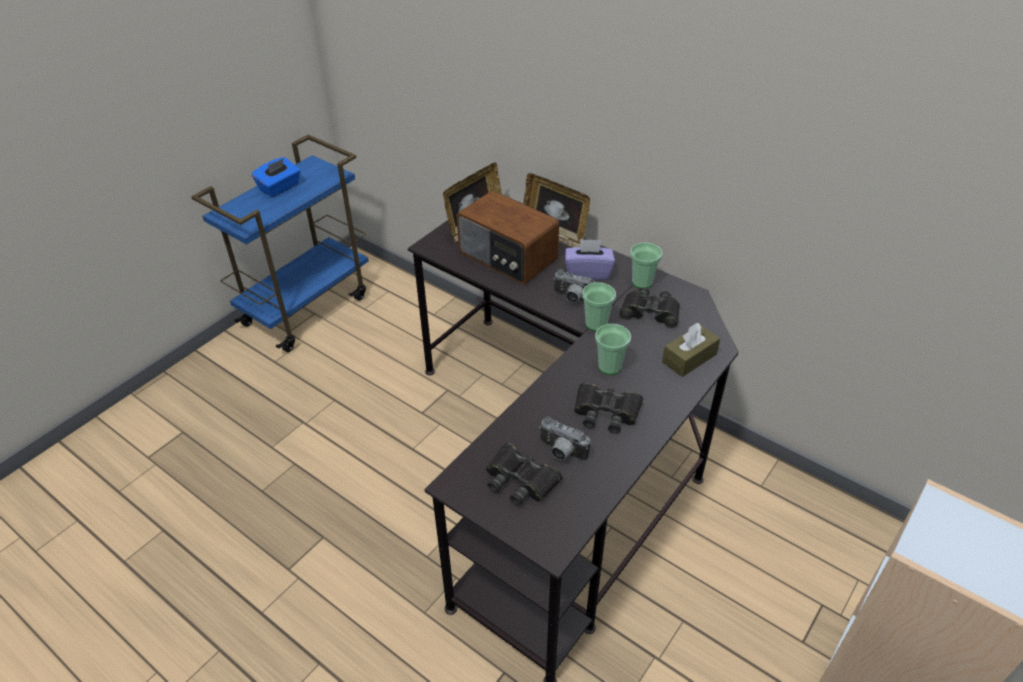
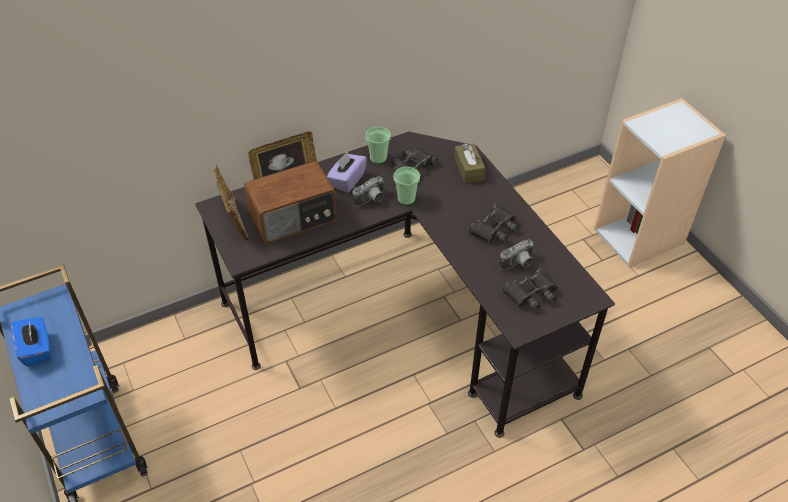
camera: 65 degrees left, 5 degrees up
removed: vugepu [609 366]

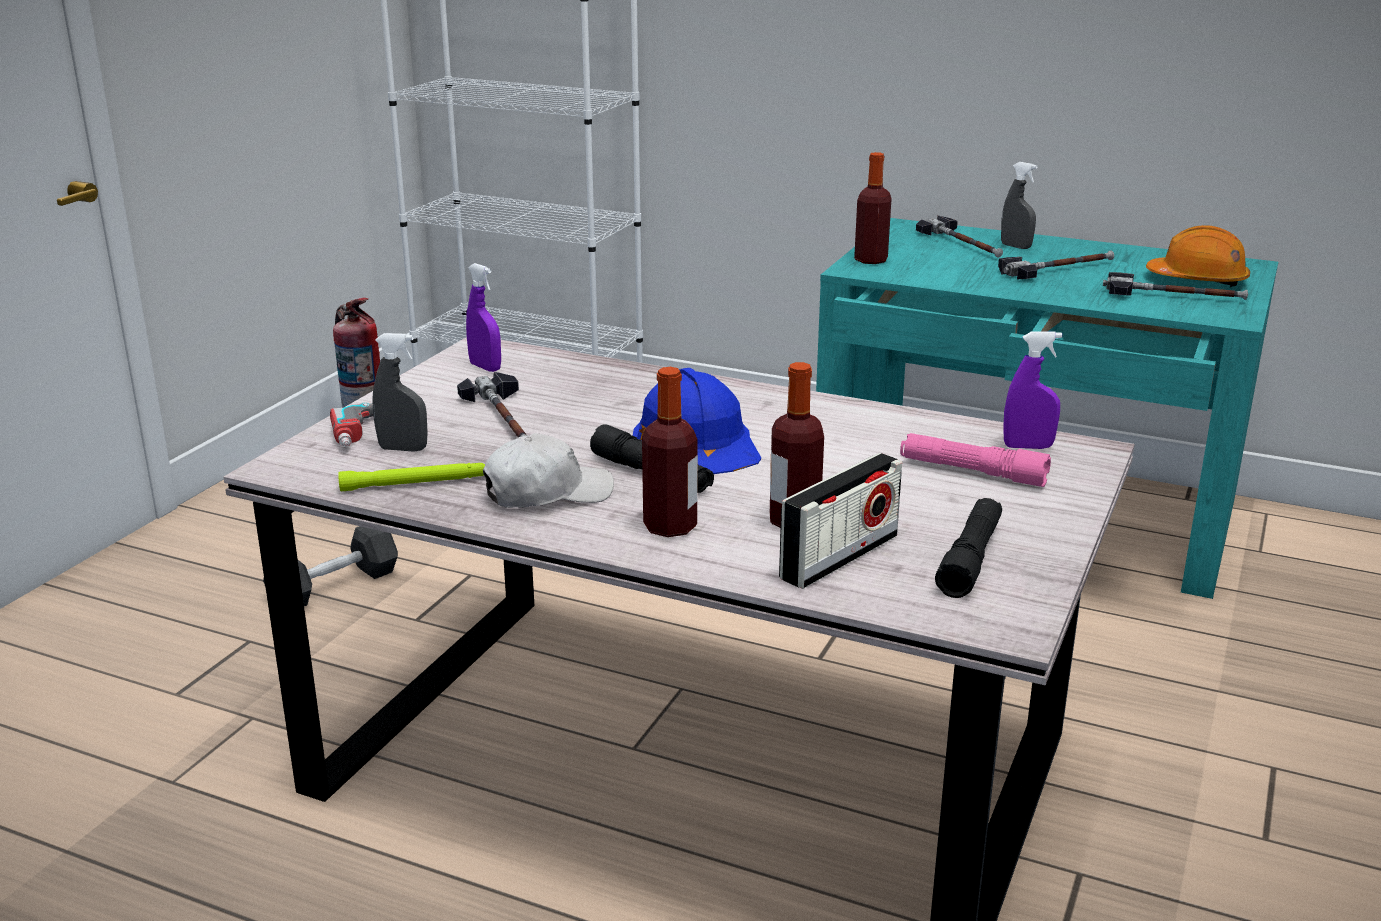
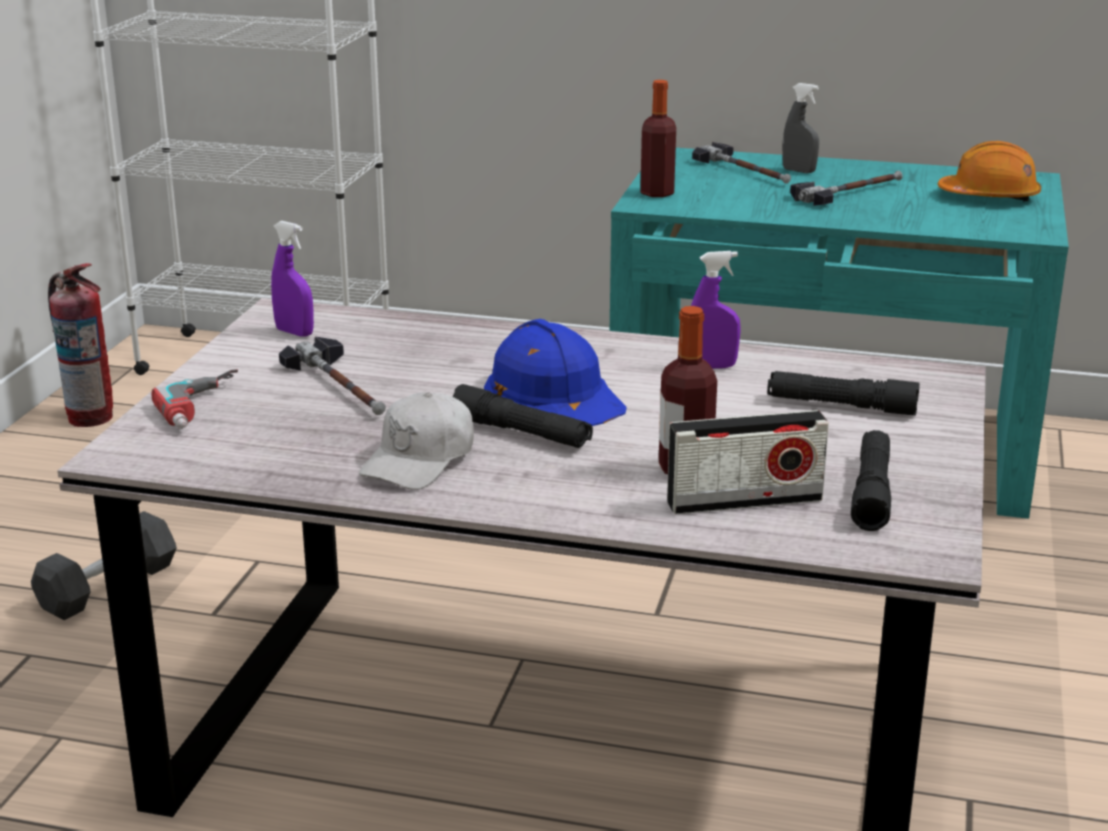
camera: 10 degrees left, 0 degrees up
removed: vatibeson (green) [415 483]; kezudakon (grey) [403 449]; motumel [670 527]; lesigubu [1173 296]
moved: kezudakon (purple) [1028 446] to [711 367]
recoloured: vatibeson (pink) [972 472] to vatibeson (black) [841 406]
turned: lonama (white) [547 493] = [420 460] 150 degrees clockwise; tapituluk [839 557] = [744 501] 45 degrees clockwise

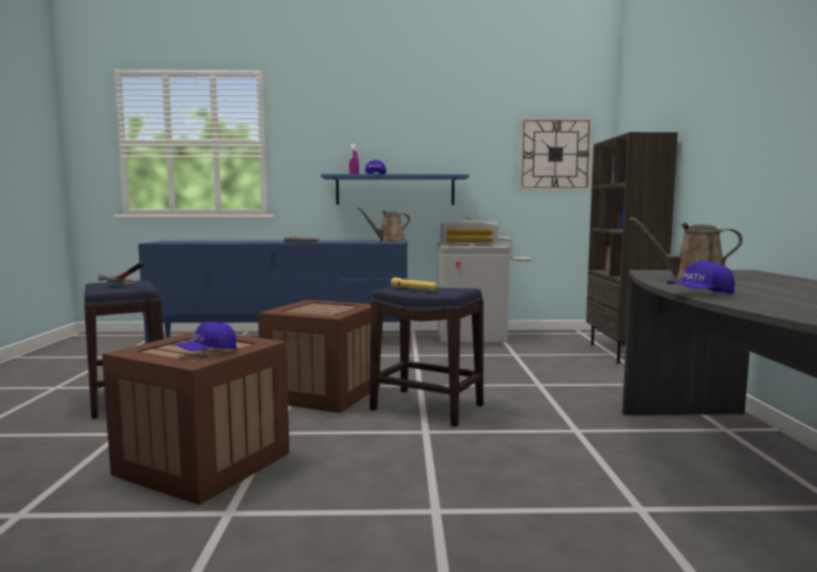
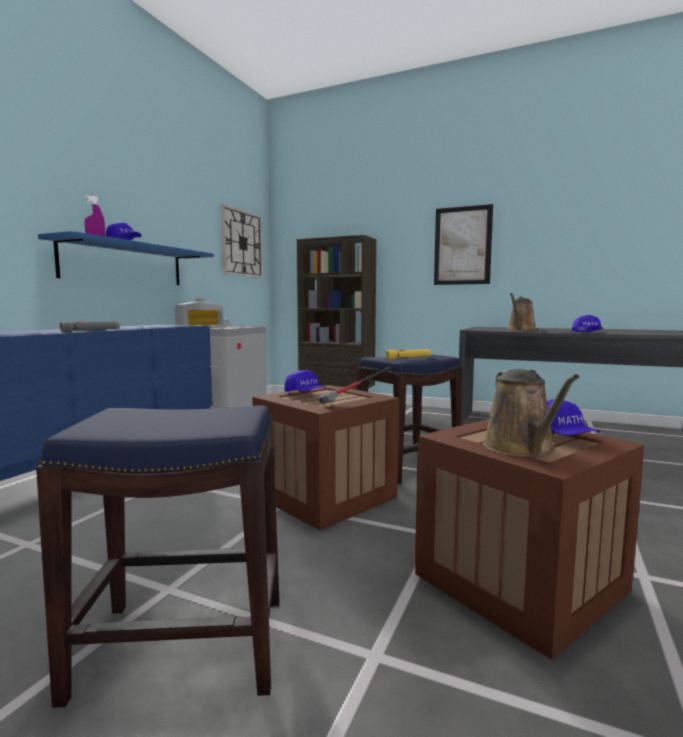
camera: 65 degrees left, 0 degrees up
added: lonama (blue) [305 394]; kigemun [462 246]
moved: lesigubu [124 287] to [352 403]; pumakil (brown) [389 241] to [522 449]

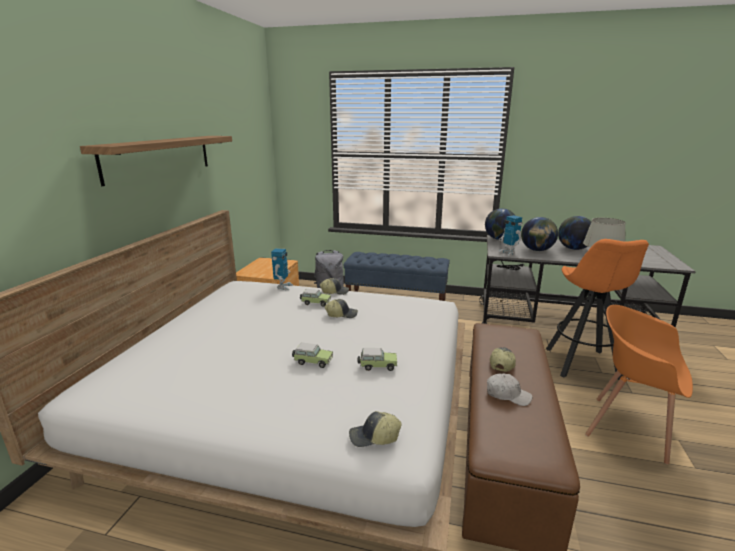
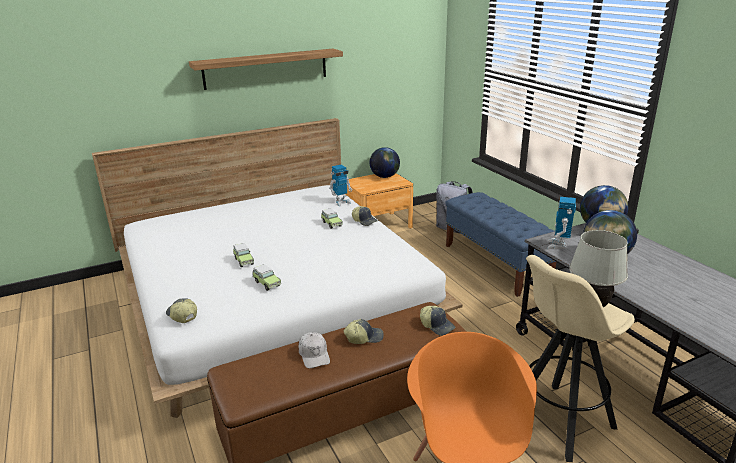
camera: 50 degrees right, 5 degrees up
moved: lonama [342 314] to [437 326]; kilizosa [573 248] to [384 176]
recoloured: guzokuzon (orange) [582 365] to guzokuzon (beige) [558 422]

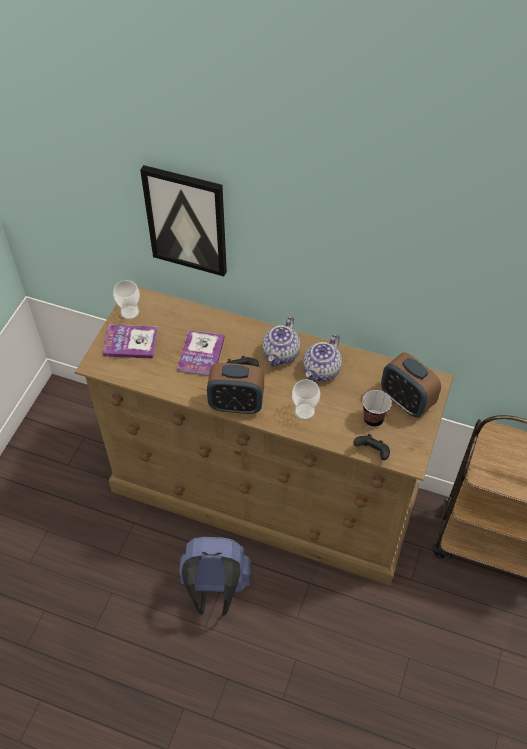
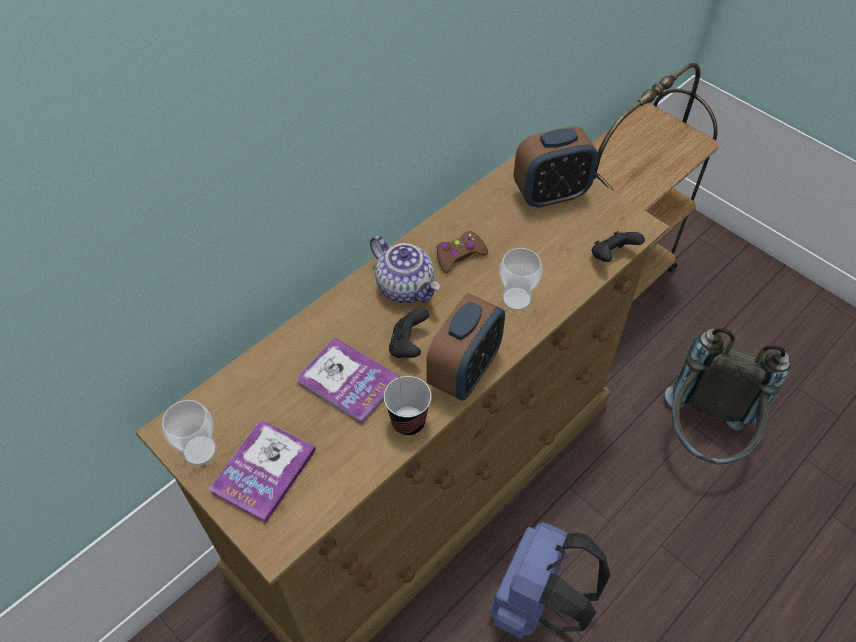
camera: 65 degrees left, 0 degrees up
removed: kigemun [187 220]
added: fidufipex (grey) [703 438]
moved: vugepu [373 419] to [408 422]
replaced: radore [321 371] to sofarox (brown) [459 255]

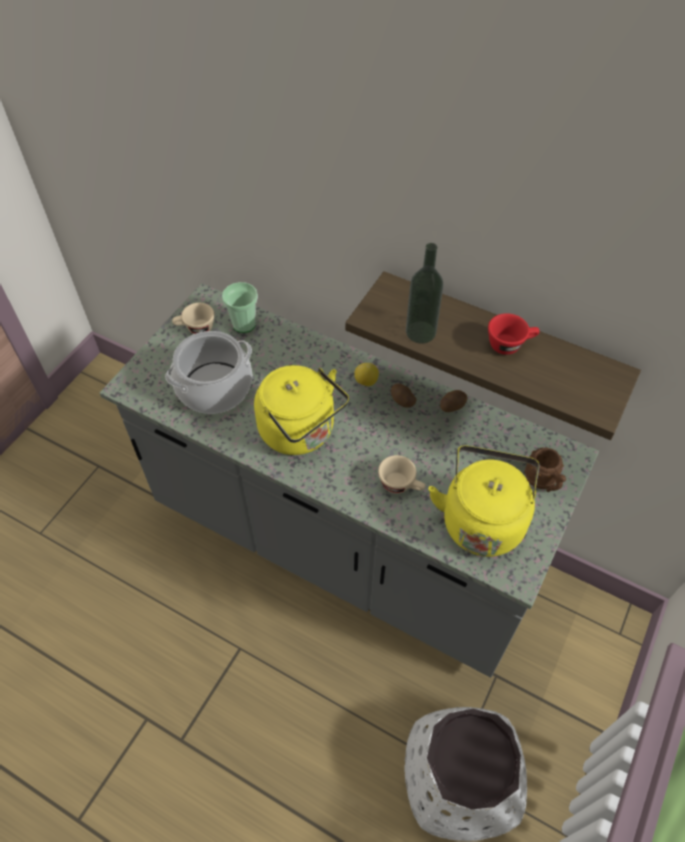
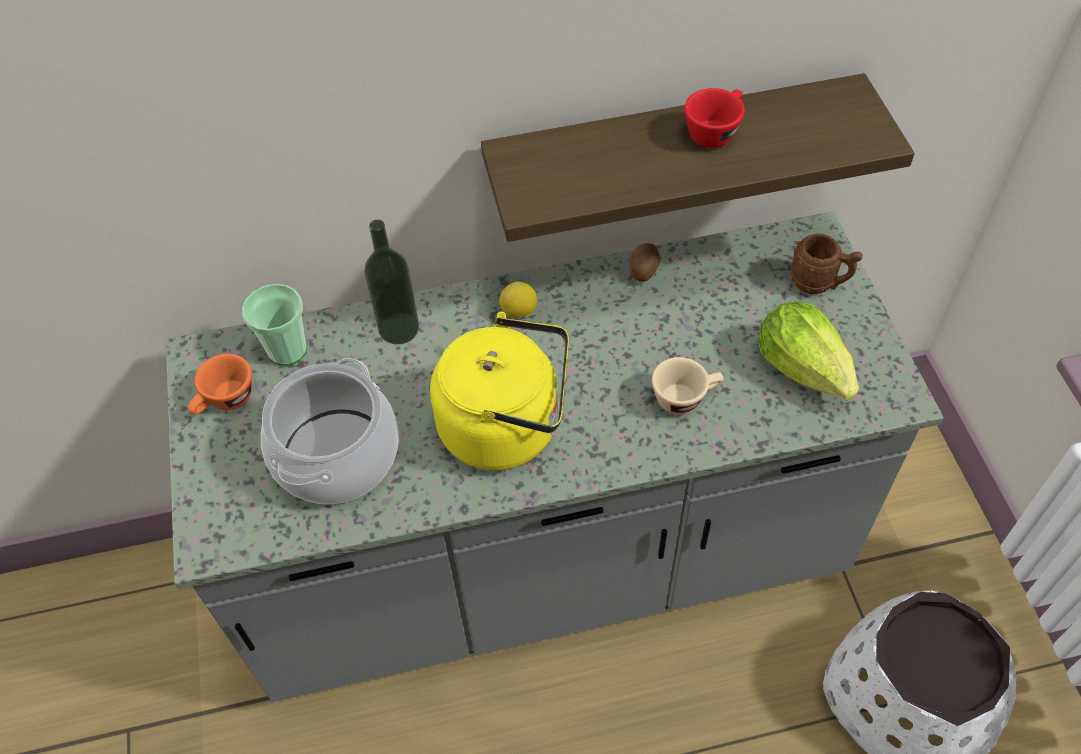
camera: 40 degrees left, 0 degrees up
removed: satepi [402 401]
moved: motumel [420 332] to [399 328]
replaced: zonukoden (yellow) [482 519] to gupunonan [804 367]
recoloured: vugepu (beige) [195 329] to vugepu (orange) [225 401]

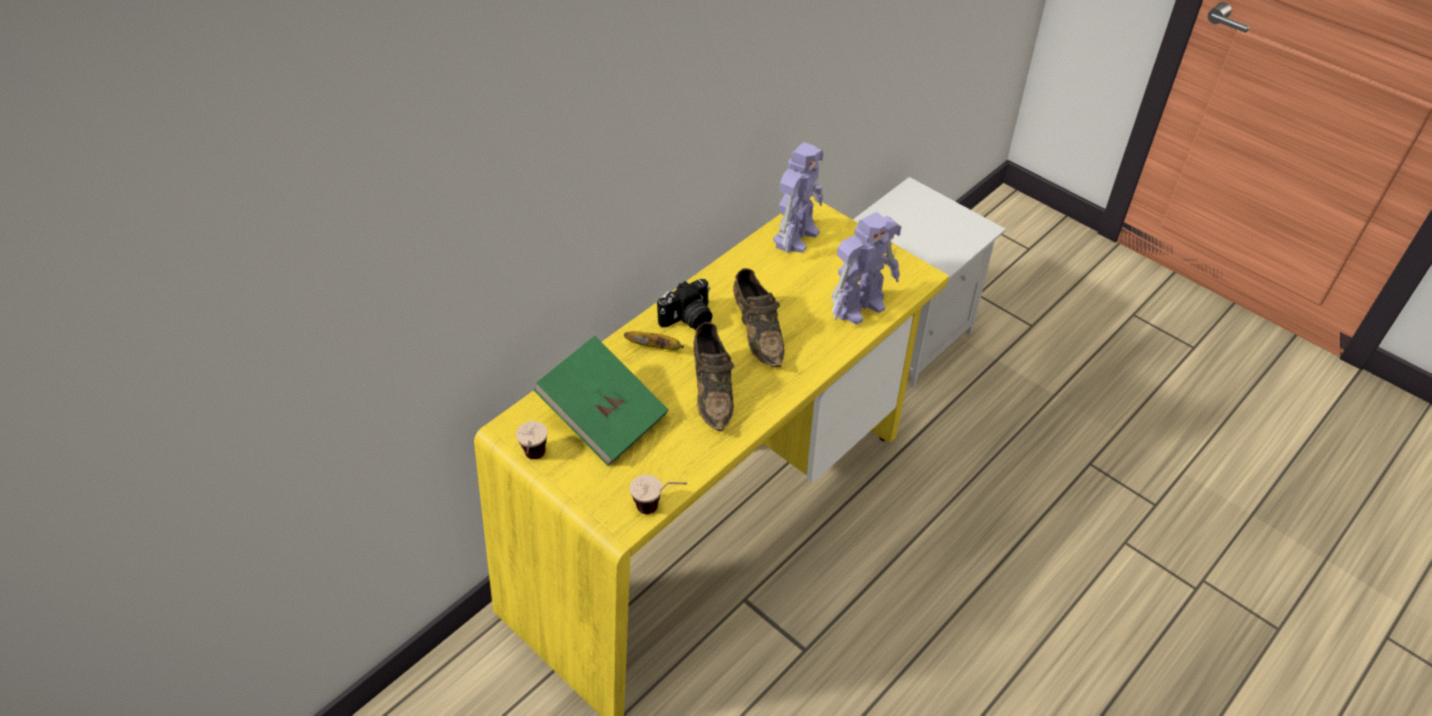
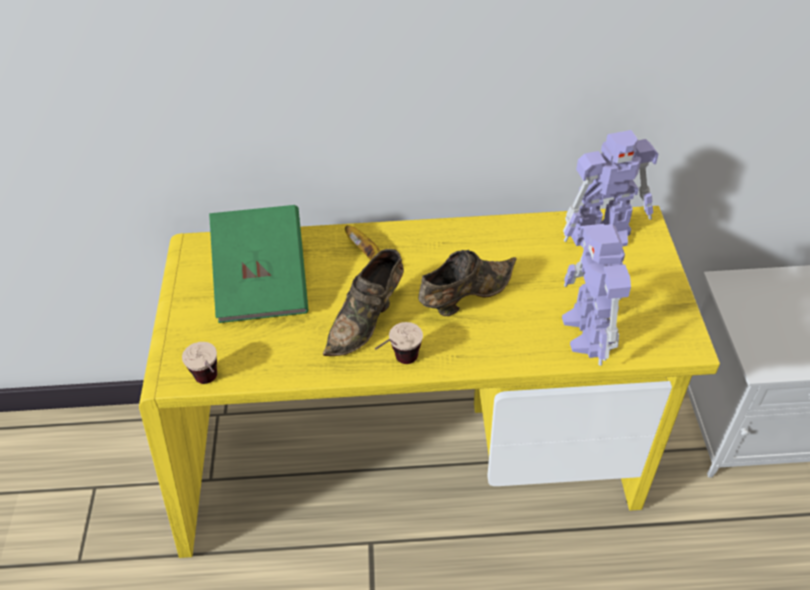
camera: 45 degrees right, 0 degrees up
removed: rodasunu [689 320]
moved: vugepu [534 461] to [398 364]
turned: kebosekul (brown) [758 333] = [464 297] 150 degrees counterclockwise; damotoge [860 306] = [588 334] 75 degrees clockwise

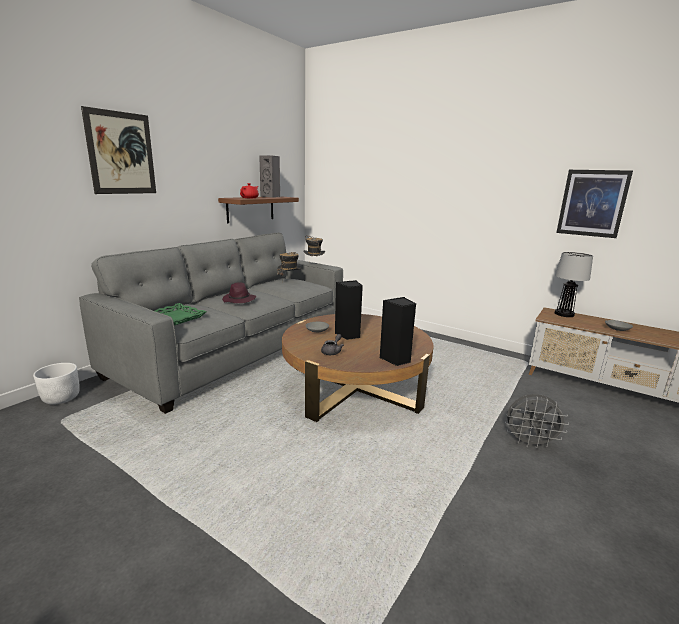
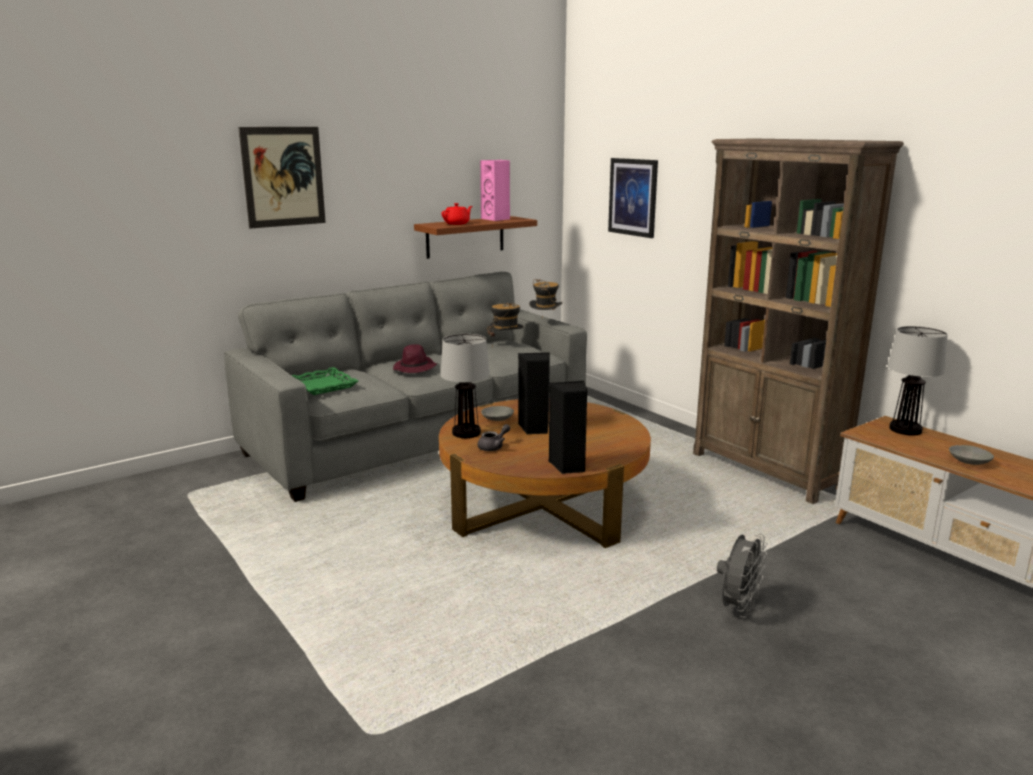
camera: 20 degrees right, 0 degrees up
removed: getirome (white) [61 398]
added: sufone [466 433]; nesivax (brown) [767 471]
moved: kigemun [592 203] to [633 197]
recoloured: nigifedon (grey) [271 197] to nigifedon (pink) [496 219]
turned: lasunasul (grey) [530 443] = [738 608] 90 degrees counterclockwise

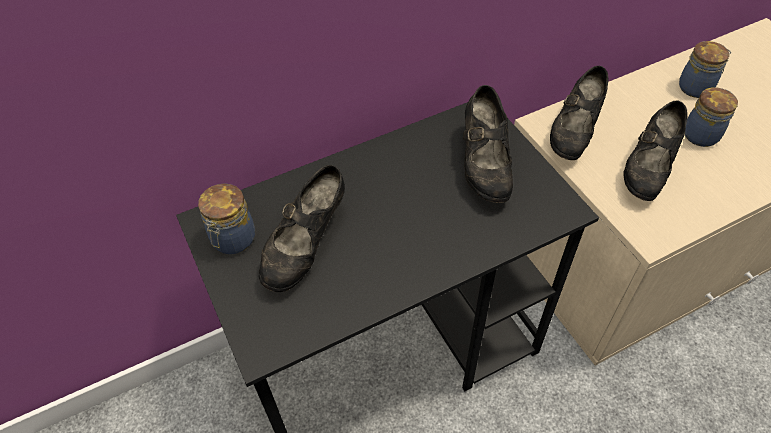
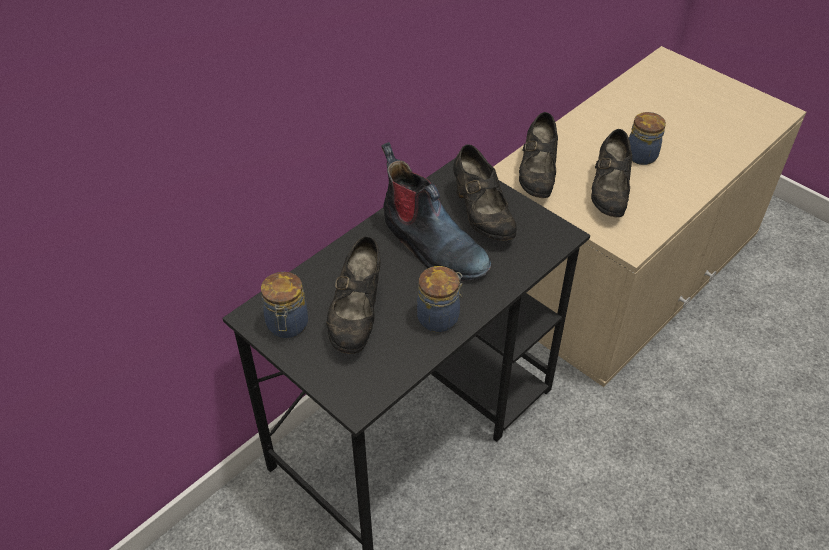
camera: 20 degrees left, 5 degrees down
added: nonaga [431 245]
moved: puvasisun [696 88] to [439 317]

